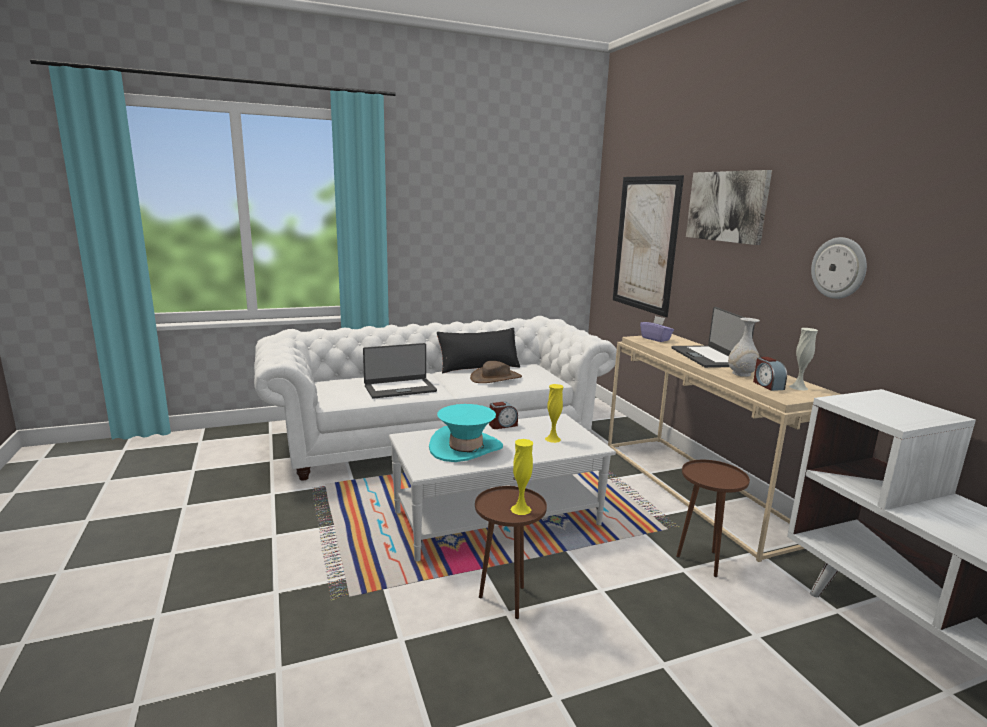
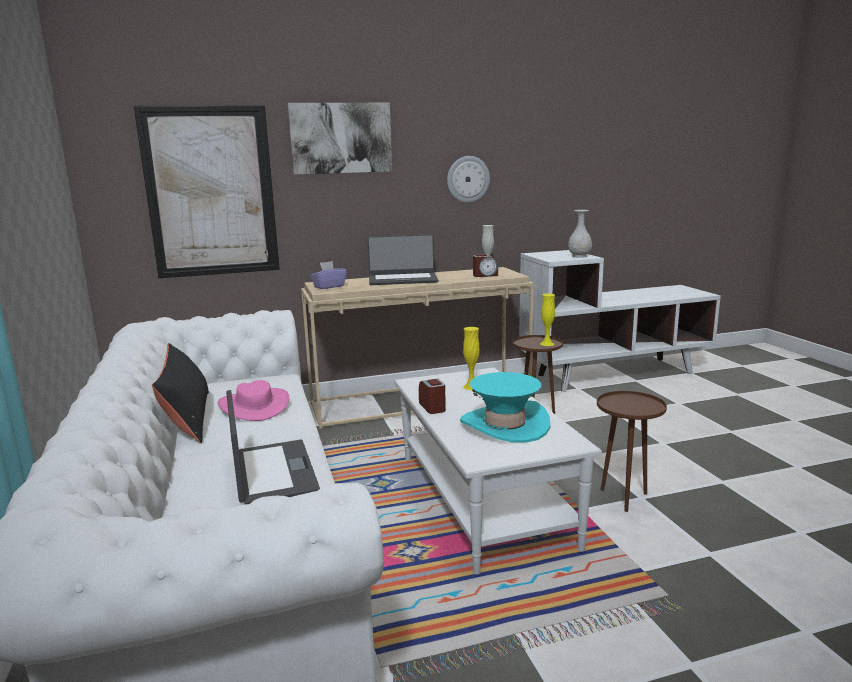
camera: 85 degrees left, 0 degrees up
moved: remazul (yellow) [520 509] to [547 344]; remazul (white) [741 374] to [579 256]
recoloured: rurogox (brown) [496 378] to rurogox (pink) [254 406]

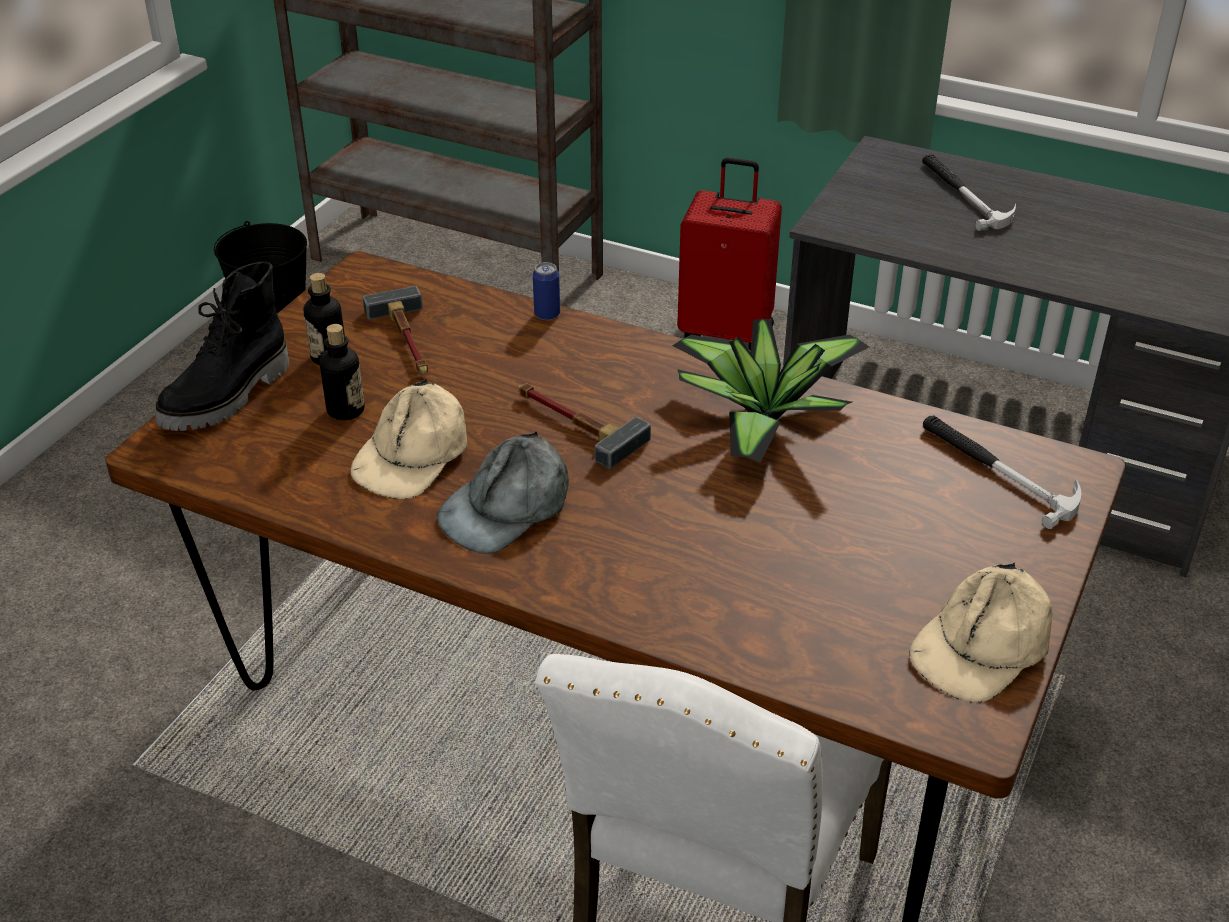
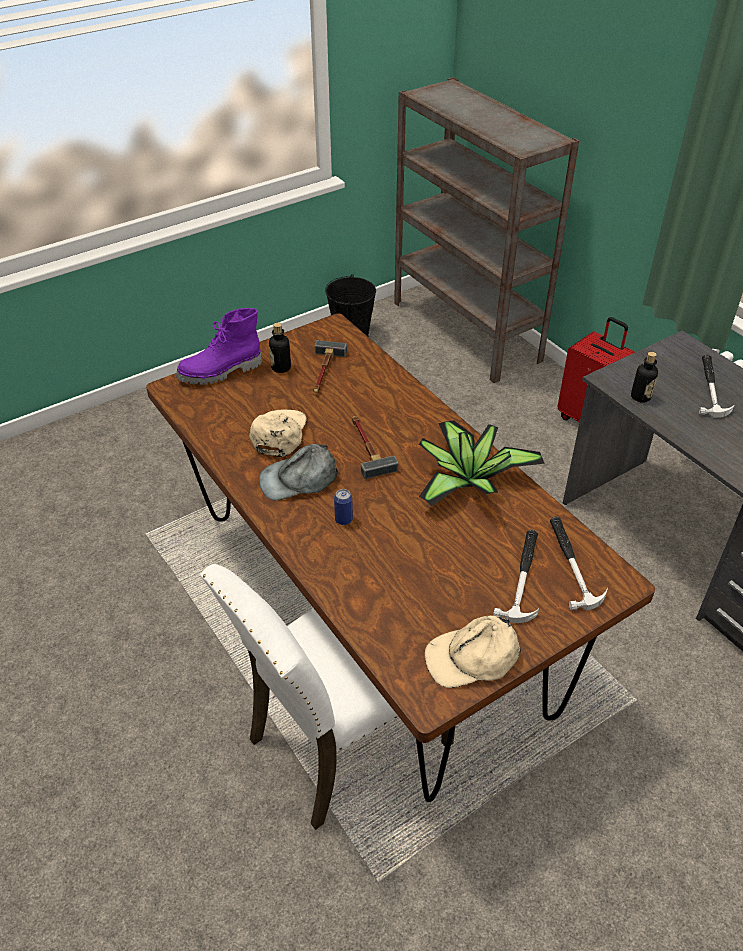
camera: 30 degrees right, 5 degrees up
added: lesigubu [523 577]
moved: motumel [345 410] to [640 397]; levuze [547 314] to [343 520]
recoloured: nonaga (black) [228 397] to nonaga (purple) [221 372]
turned: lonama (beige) [413 454] = [278 434] 135 degrees clockwise

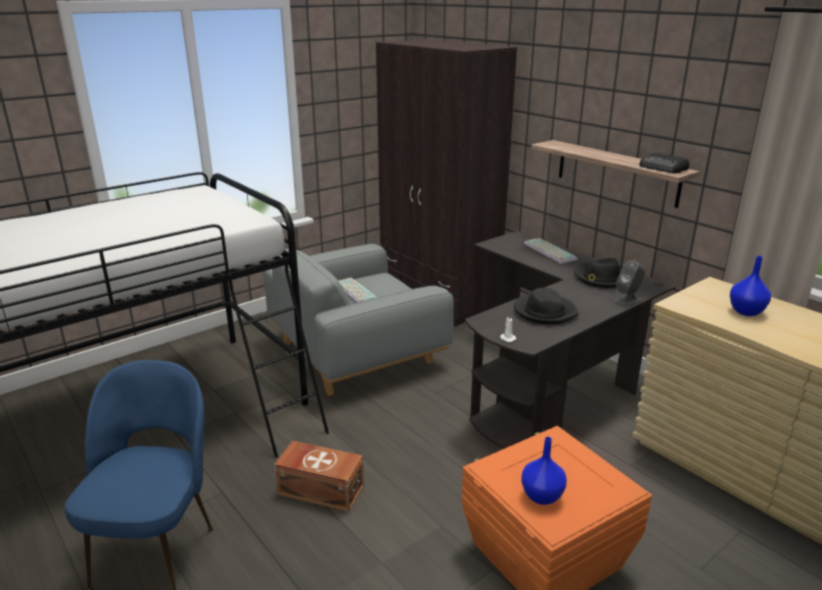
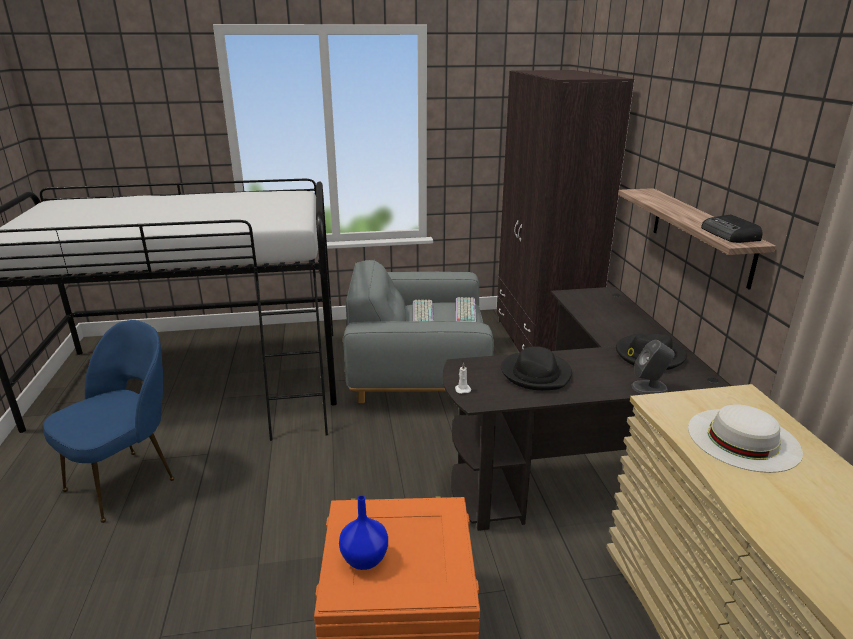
camera: 30 degrees right, 0 degrees up
removed: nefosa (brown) [320 489]
moved: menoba [548 251] to [464 311]
replaced: remazul (blue) [746 312] to rurogox (white) [743 439]

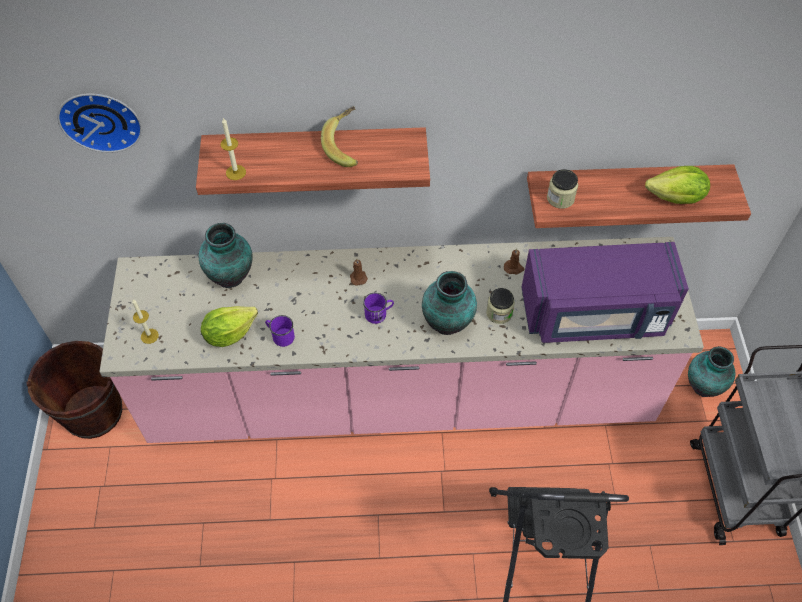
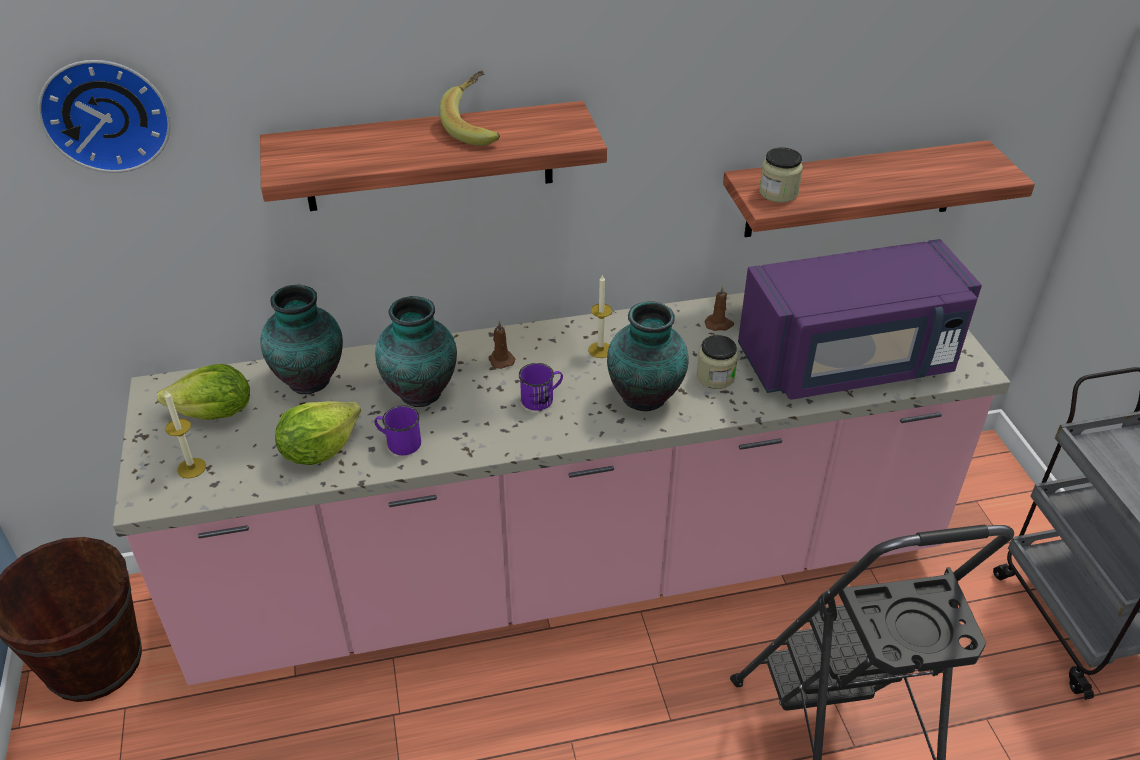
camera: 10 degrees left, 15 degrees down
moved: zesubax [235 172] to [600 350]; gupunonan [676 198] to [215 414]; remazul [704 385] to [421 391]

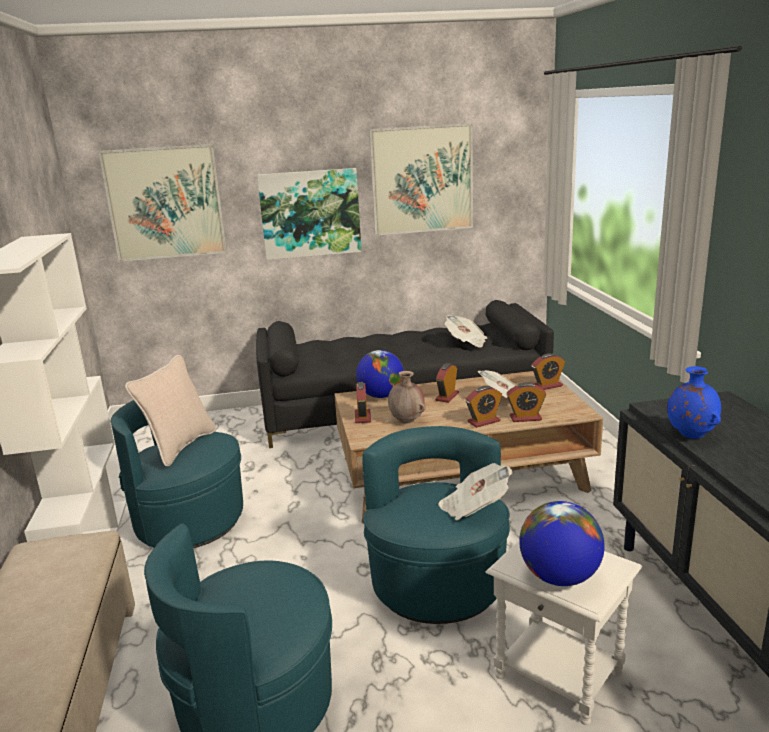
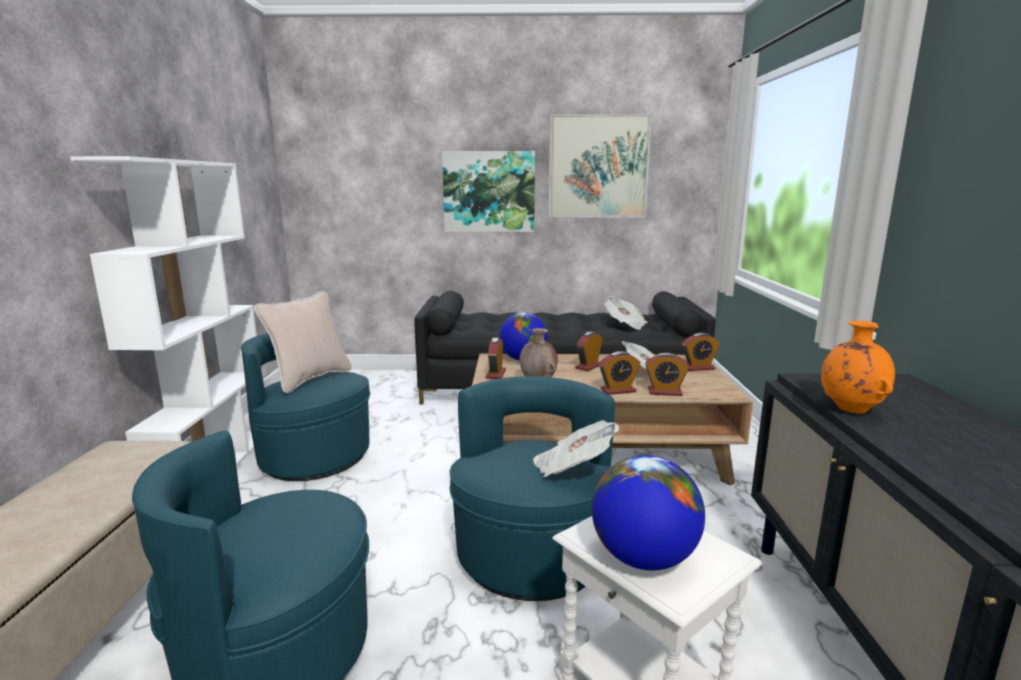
camera: 10 degrees right, 5 degrees down
removed: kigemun [165 203]
recoloured: remazul (blue) [690 435] to remazul (orange) [850 409]

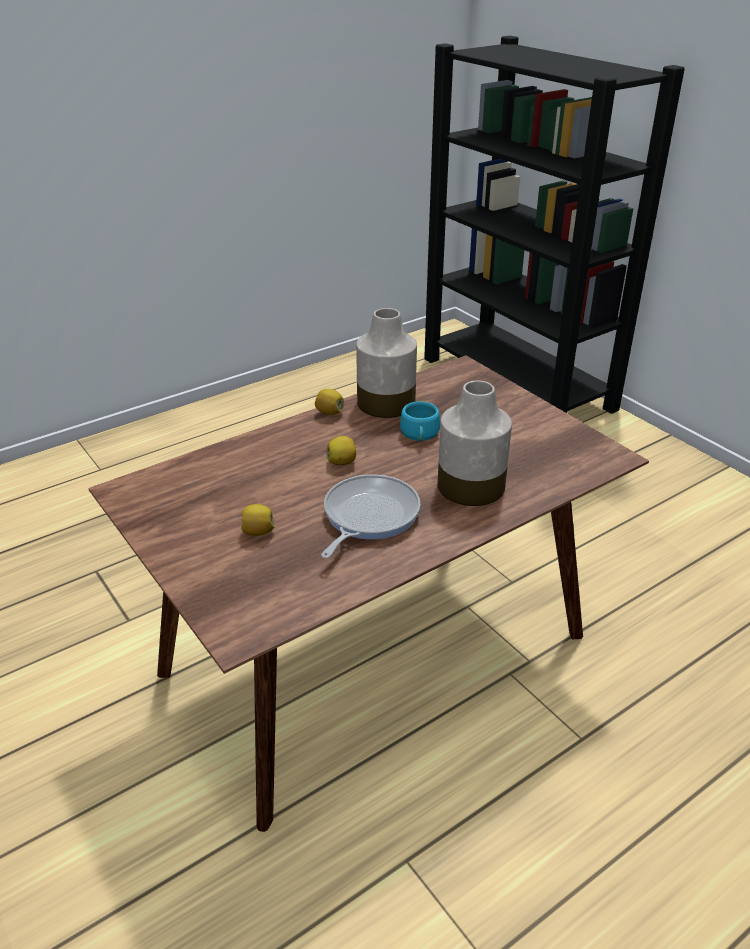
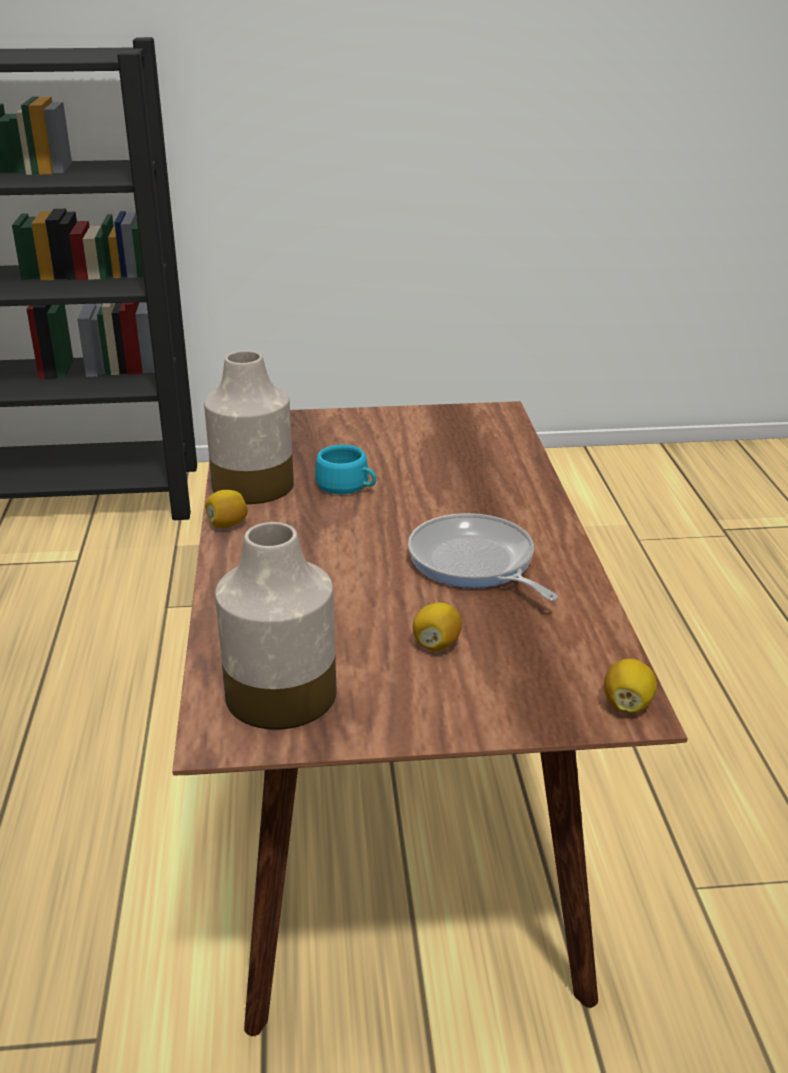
camera: 60 degrees left, 5 degrees down
moved: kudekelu [342 462] to [627 704]; remazul (beige) [471 485] to [281 692]

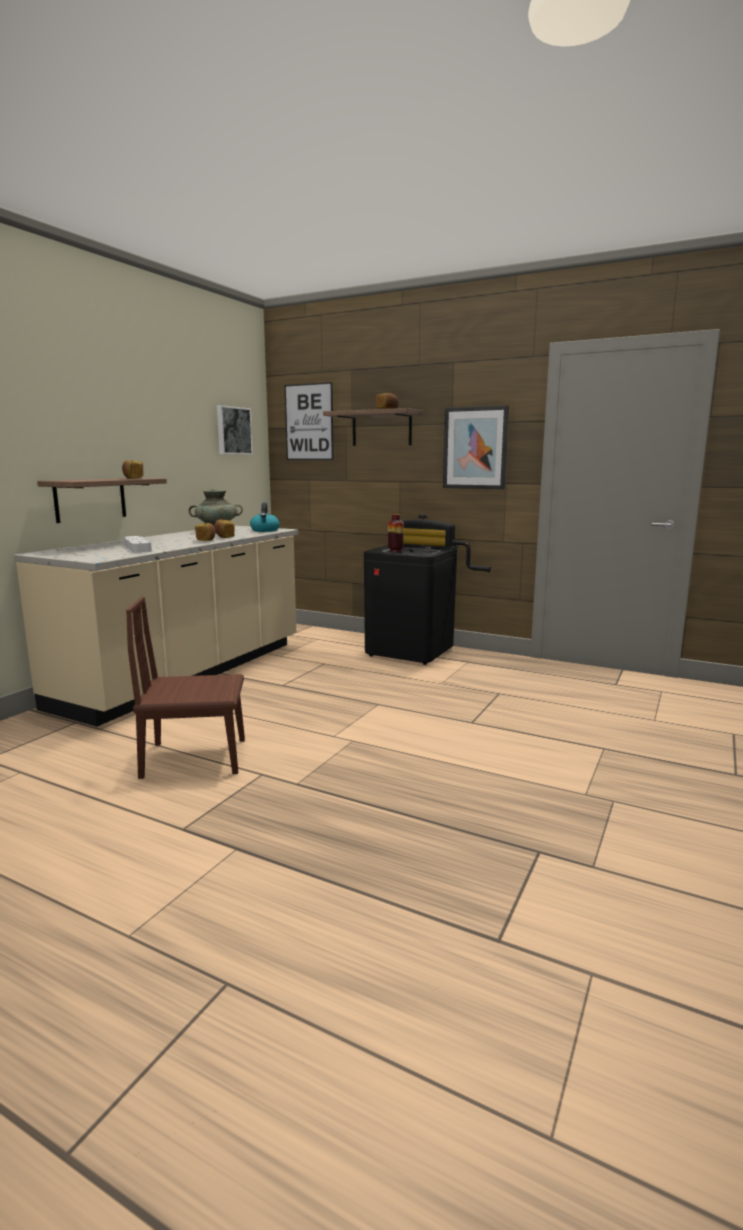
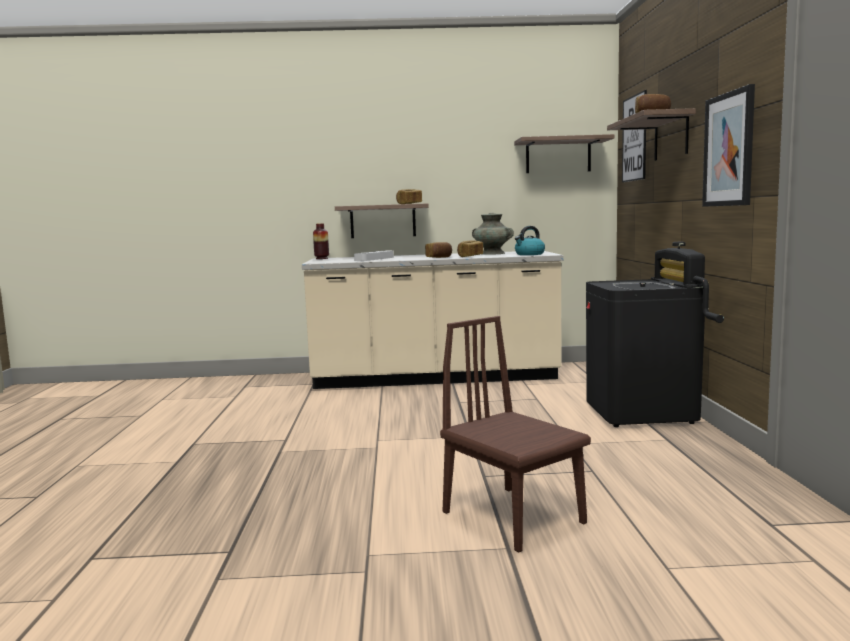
camera: 60 degrees right, 5 degrees down
moved: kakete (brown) [195 758] to [513 517]; remazul [395 551] to [321 258]
replaced: kigemun [233 430] to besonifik [558 156]

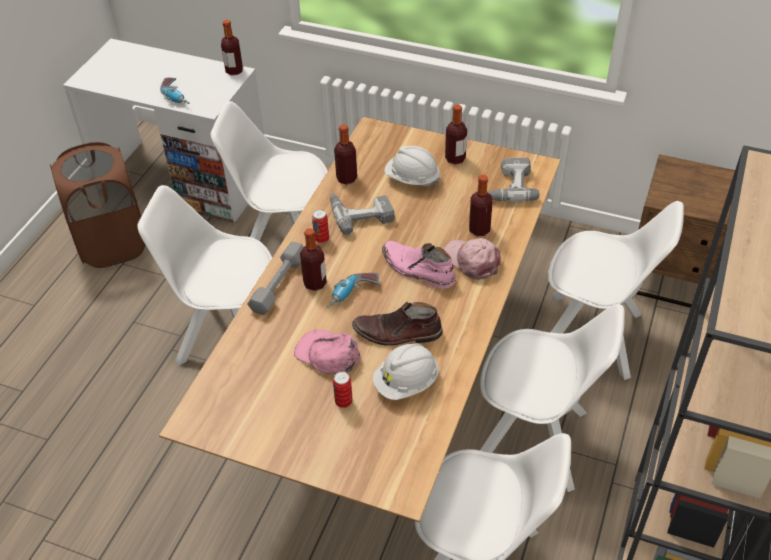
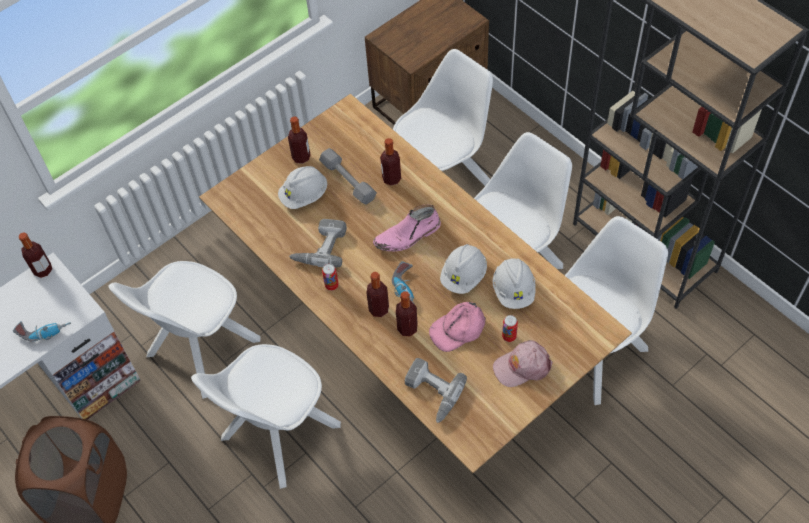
camera: 60 degrees left, 10 degrees up
moved: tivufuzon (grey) [278 283] to [347 181]; motumel [346 178] to [407 328]; lonama (pink) [472 261] to [522 366]; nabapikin [507 186] to [431 393]
replaced: nonaga (brown) [397 333] to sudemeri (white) [464 276]

